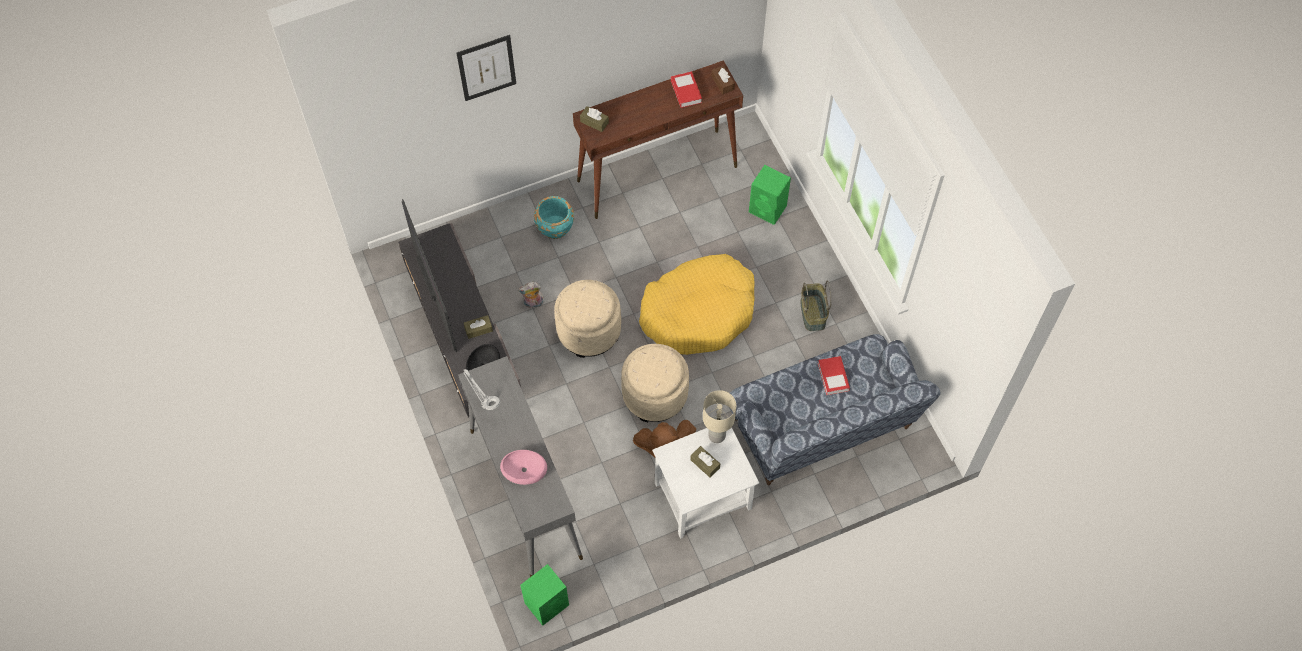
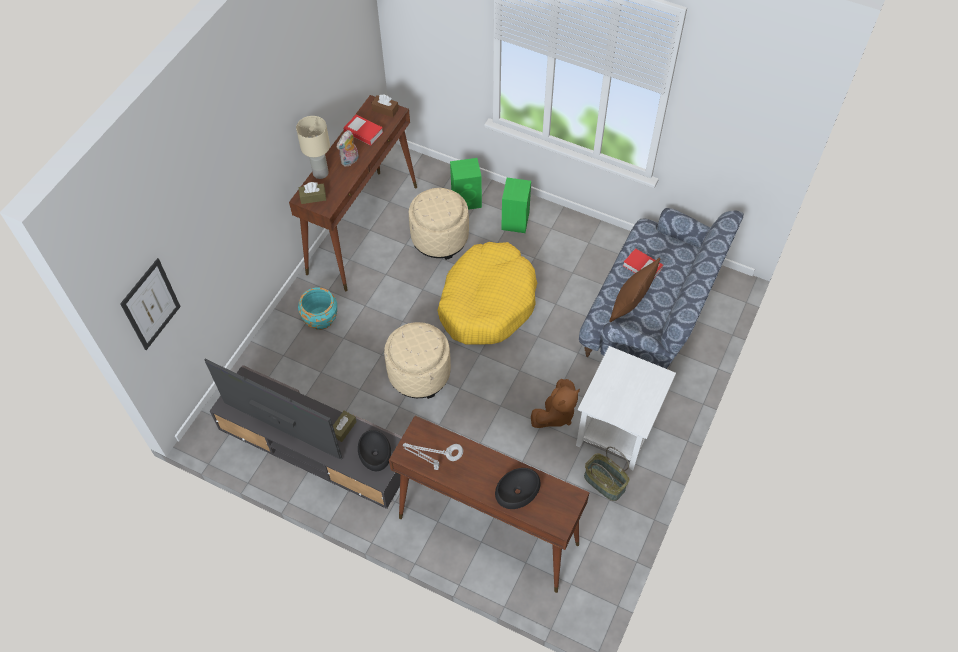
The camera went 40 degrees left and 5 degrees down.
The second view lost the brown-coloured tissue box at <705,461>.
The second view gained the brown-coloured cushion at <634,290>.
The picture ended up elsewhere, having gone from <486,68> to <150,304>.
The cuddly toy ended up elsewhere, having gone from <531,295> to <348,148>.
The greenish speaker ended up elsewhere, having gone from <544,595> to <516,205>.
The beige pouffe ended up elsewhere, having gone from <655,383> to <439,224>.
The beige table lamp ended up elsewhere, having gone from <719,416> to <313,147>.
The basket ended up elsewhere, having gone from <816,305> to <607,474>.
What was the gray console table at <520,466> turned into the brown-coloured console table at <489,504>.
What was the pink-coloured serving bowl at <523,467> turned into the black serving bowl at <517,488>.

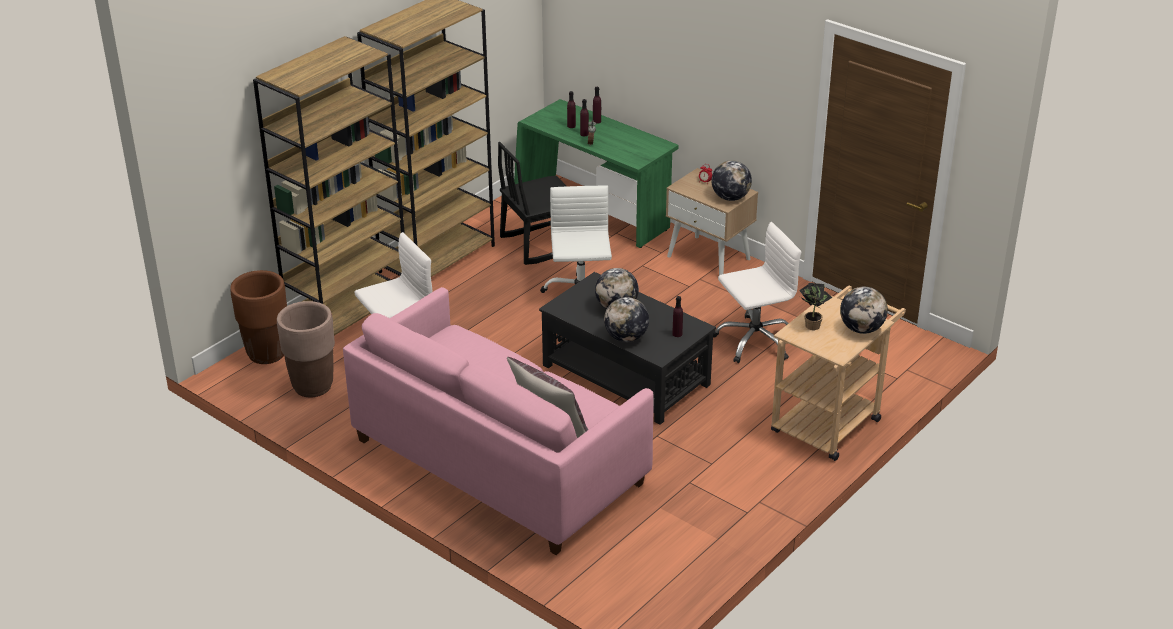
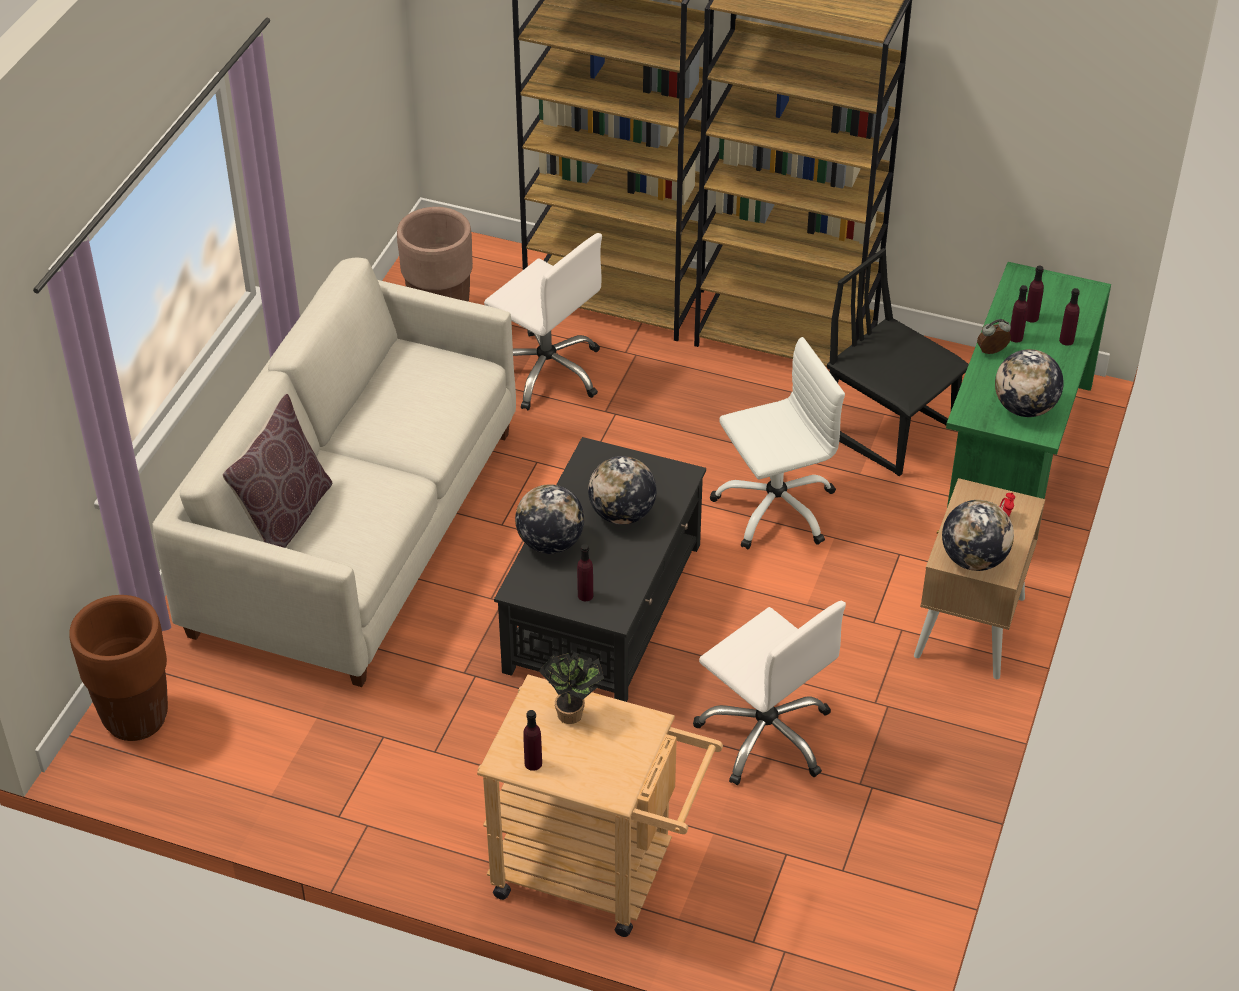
The camera went 70 degrees right and 10 degrees up.
The second view gained the purple-coloured beverage bottle at <532,740>.
The brown-coloured flower pot ended up elsewhere, having gone from <258,317> to <118,668>.
The world globe ended up elsewhere, having gone from <864,310> to <1029,383>.
What was the pink-coloured couch at <498,421> turned into the white couch at <334,472>.

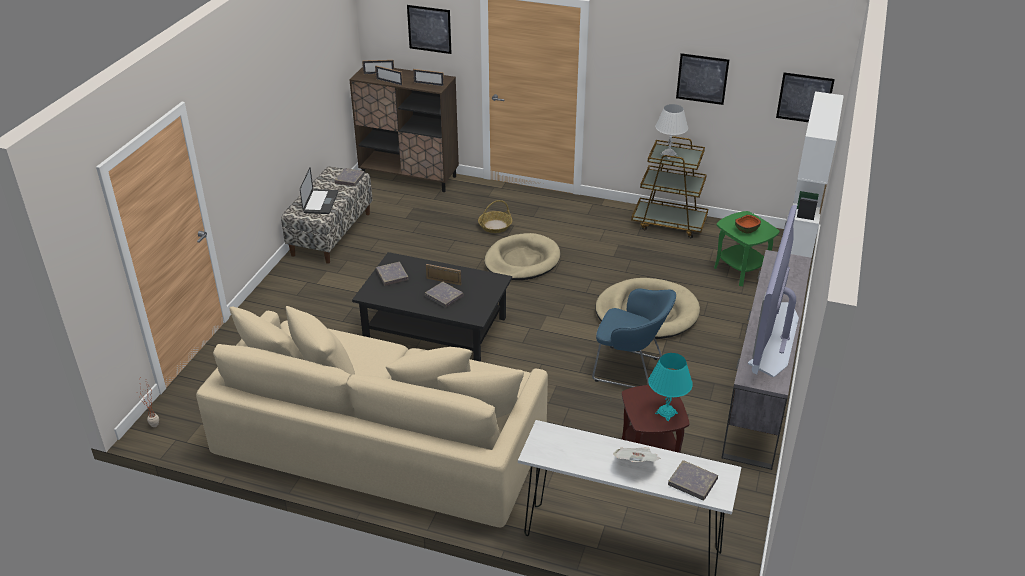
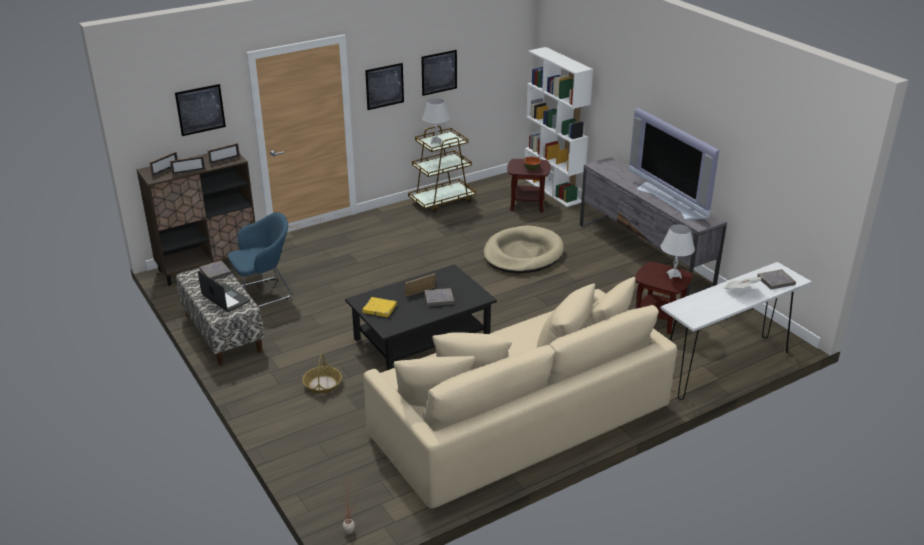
The camera went 50 degrees left and 5 degrees down.
The second view lost the beige dog bed at <522,256>.
The basket ended up elsewhere, having gone from <495,216> to <322,374>.
The bluish lounge chair ended up elsewhere, having gone from <634,338> to <259,259>.
The picture ended up elsewhere, having gone from <805,97> to <384,86>.
What was the gray volume at <392,274> turned into the yellow volume at <379,307>.
What was the blue-green table lamp at <670,387> turned into the white table lamp at <678,251>.
What was the greenish end table at <747,248> turned into the brown-coloured end table at <529,186>.

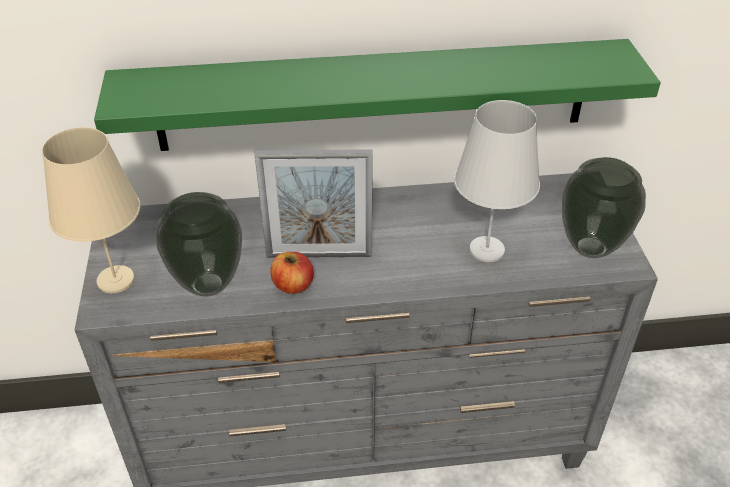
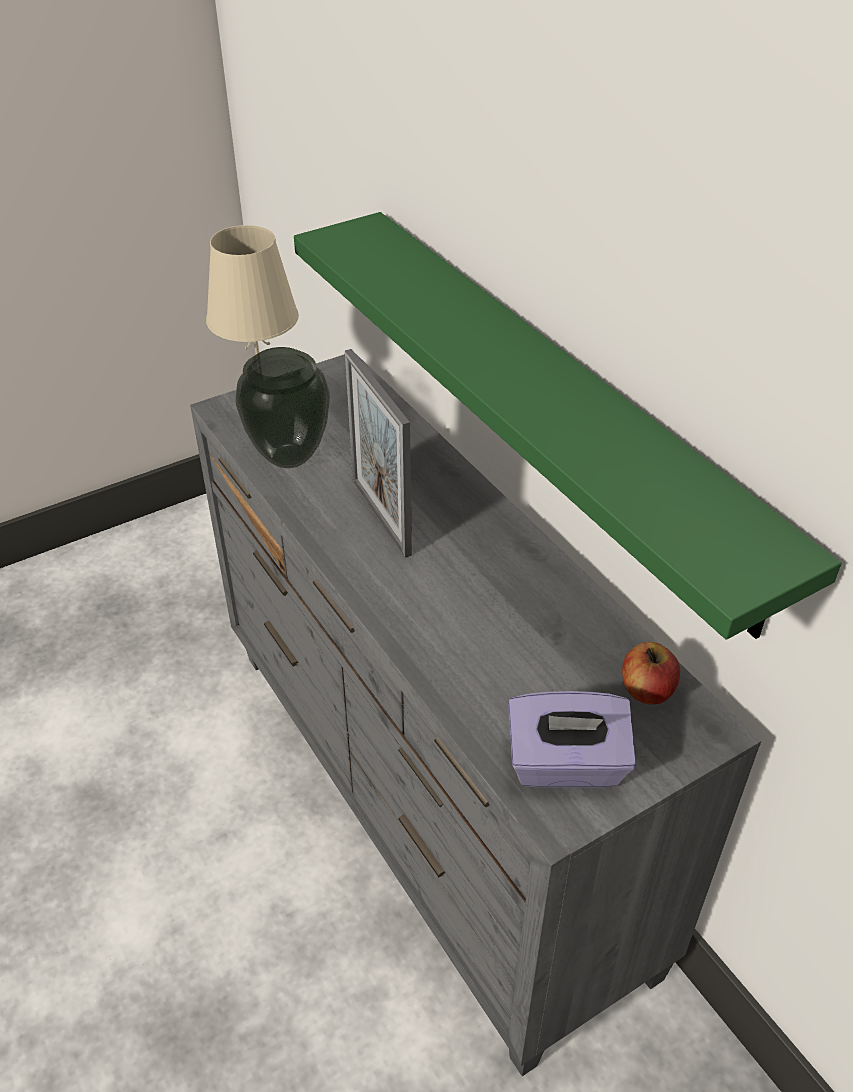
The camera went 65 degrees right and 0 degrees up.
The second view lost the white table lamp at <497,181>.
The apple ended up elsewhere, having gone from <292,273> to <651,673>.
Where the flower vase stood at <604,207>, the purple-coloured tissue box came to stand at <572,739>.

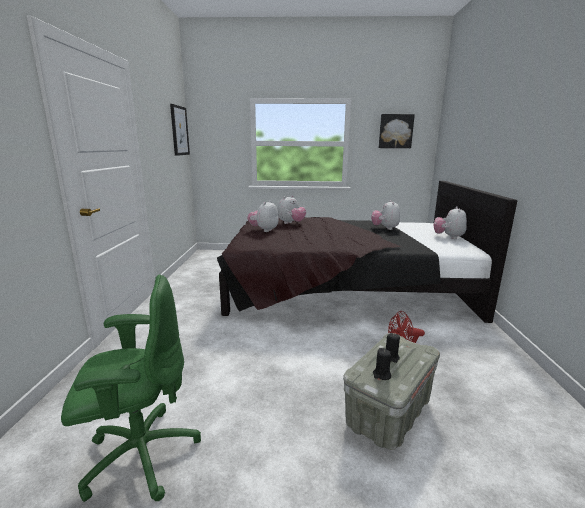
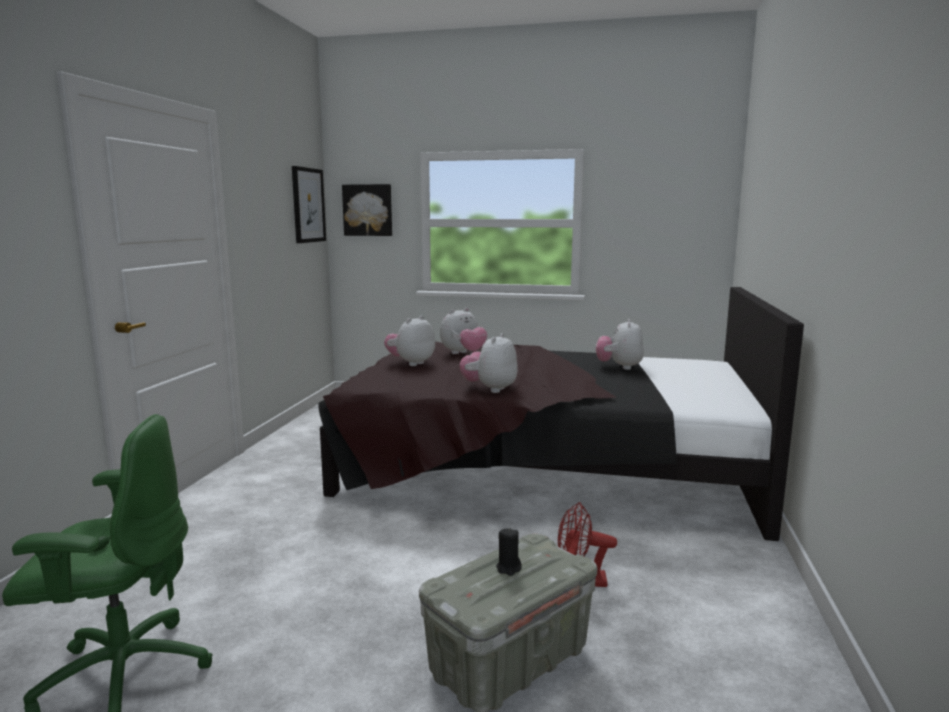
The camera went 10 degrees right and 5 degrees down.
The second view lost the black wax light at <382,364>.
The picture ended up elsewhere, having gone from <397,131> to <367,210>.
The cuddly toy ended up elsewhere, having gone from <450,222> to <488,363>.

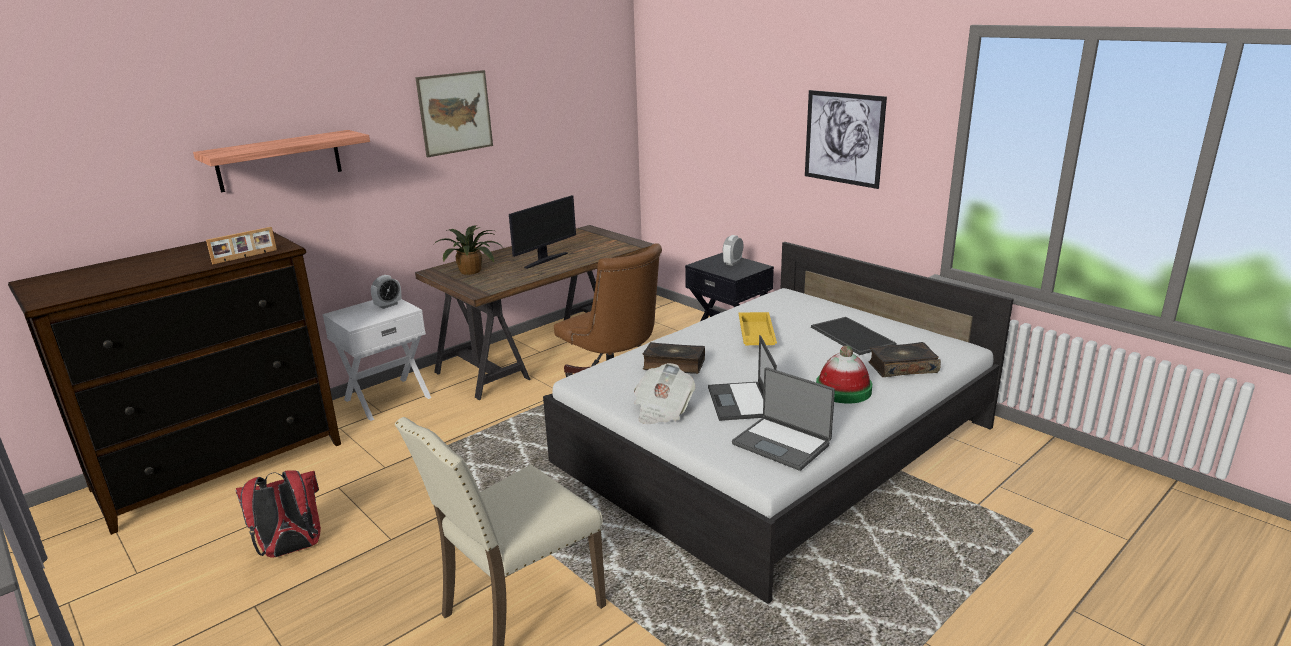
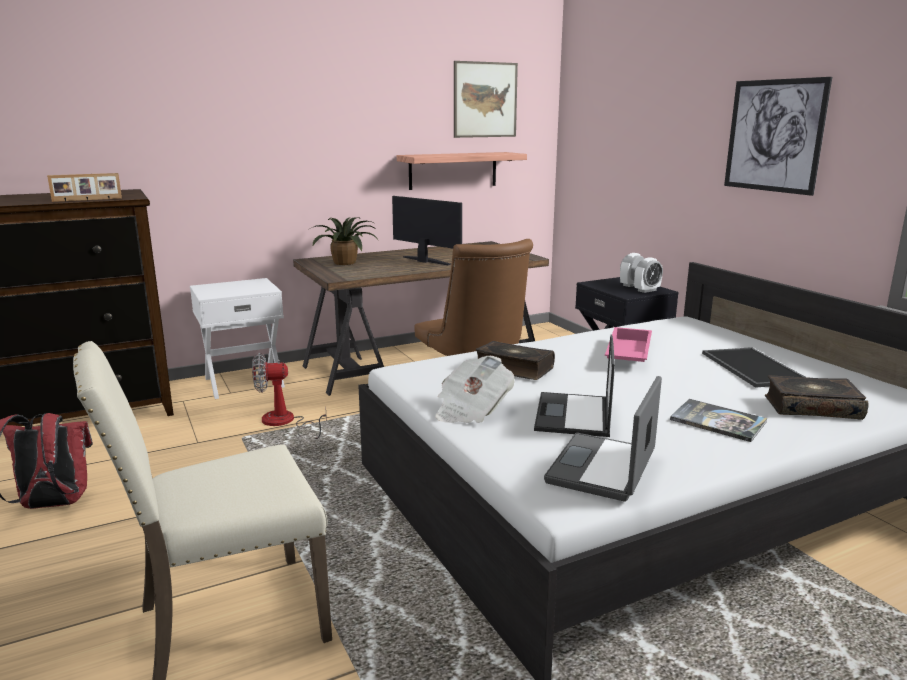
The camera went 15 degrees right and 5 degrees down.
The second view gained the cooling fan at <289,396>.
The shelf ended up elsewhere, having gone from <281,161> to <462,171>.
The table clock ended up elsewhere, having gone from <386,292> to <648,275>.
The picture ended up elsewhere, having gone from <454,113> to <486,99>.
Where the wearable hat stood at <844,375>, the volume came to stand at <718,420>.
What was the yellow serving tray at <757,328> turned into the pink-coloured serving tray at <628,344>.
The computer screen at <542,232> ended up facing another way, 105 degrees counterclockwise from before.
The notebook computer at <783,419> ended up facing another way, 60 degrees clockwise from before.

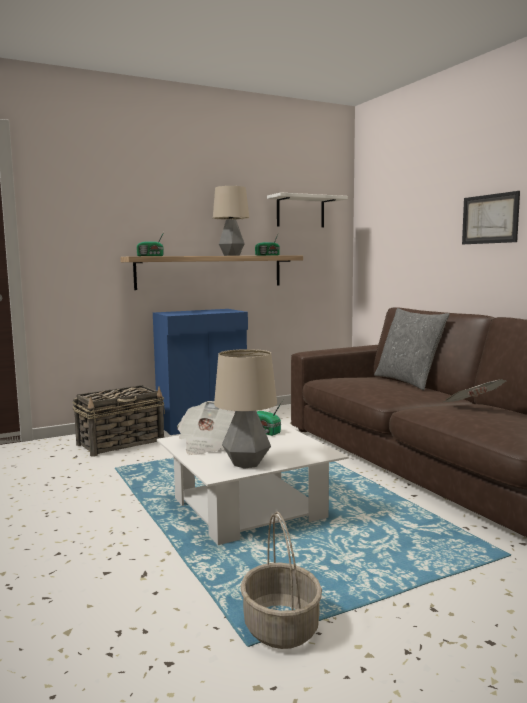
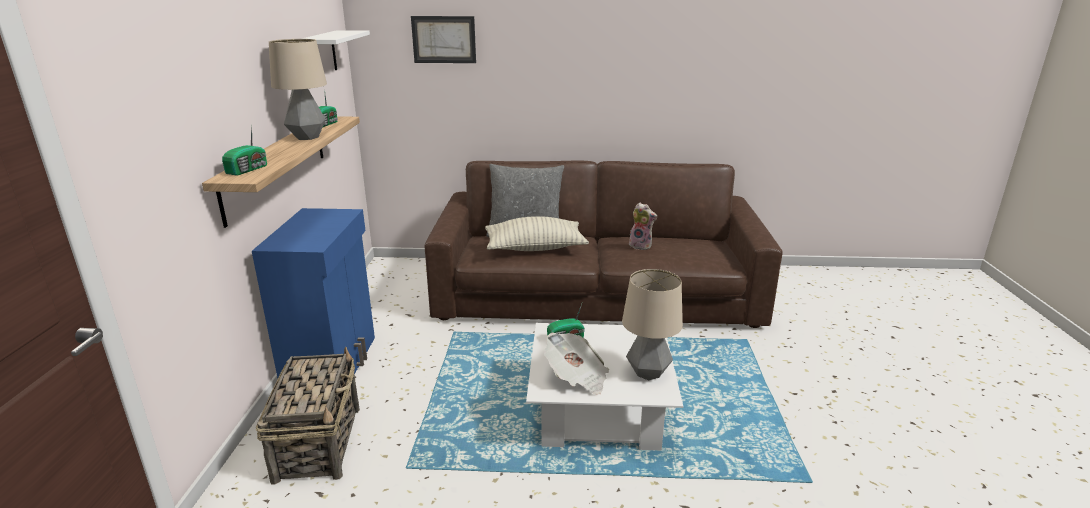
The camera went 60 degrees left and 15 degrees up.
The second view lost the basket at <281,580>.
The second view gained the cushion at <537,233>.
The picture ended up elsewhere, having gone from <491,217> to <443,39>.
Where the printed paper stood at <475,390>, the cuddly toy came to stand at <643,226>.

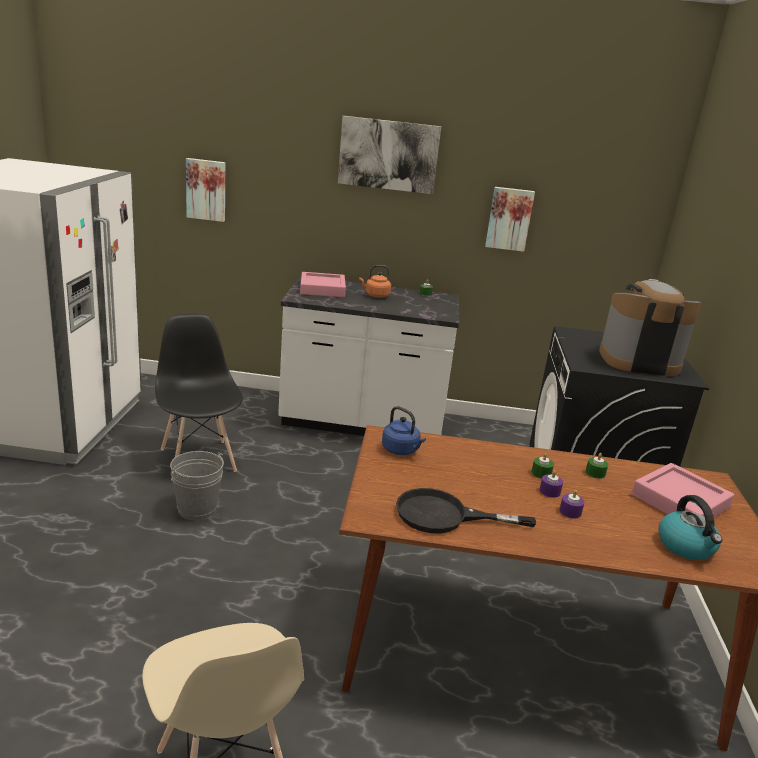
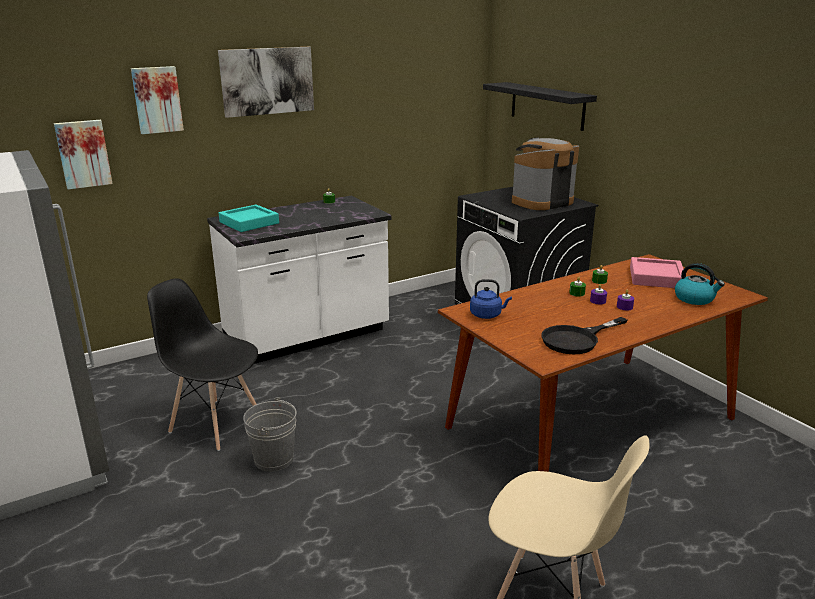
The camera went 35 degrees left and 0 degrees up.
The second view lost the orange water kettle at <375,281>.
The second view gained the black shelf at <540,106>.
The picture ended up elsewhere, having gone from <510,219> to <157,100>.
What was the pink-coloured serving tray at <323,284> turned into the blue-green serving tray at <249,218>.

